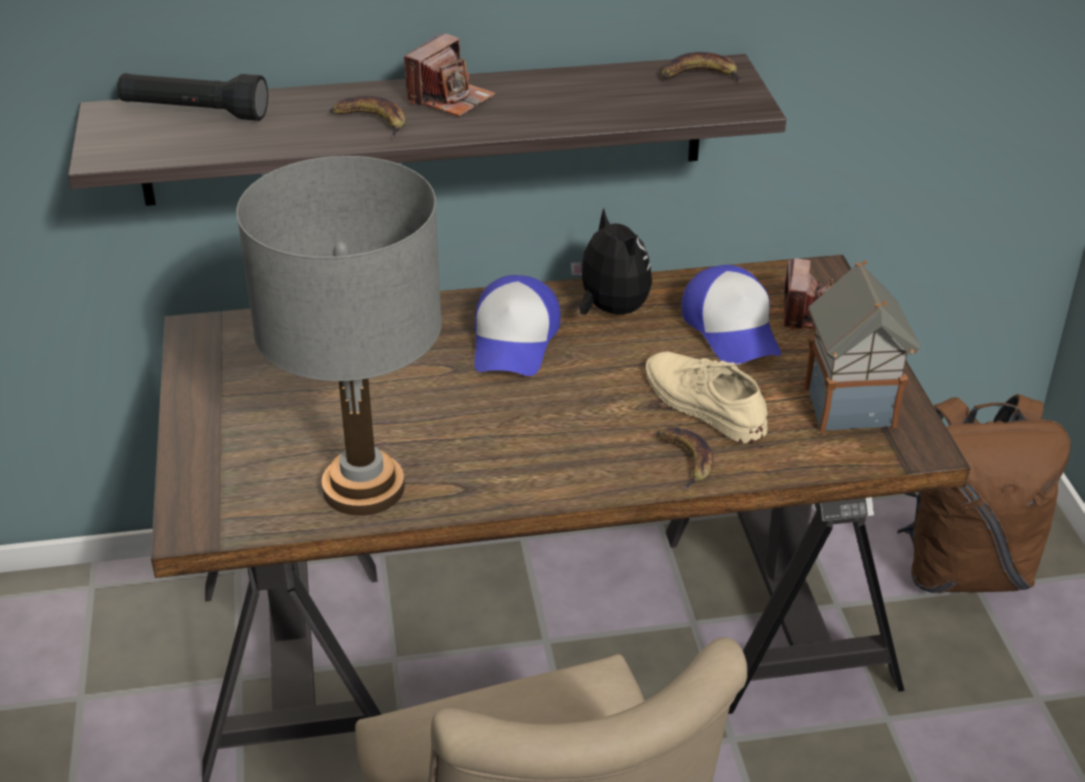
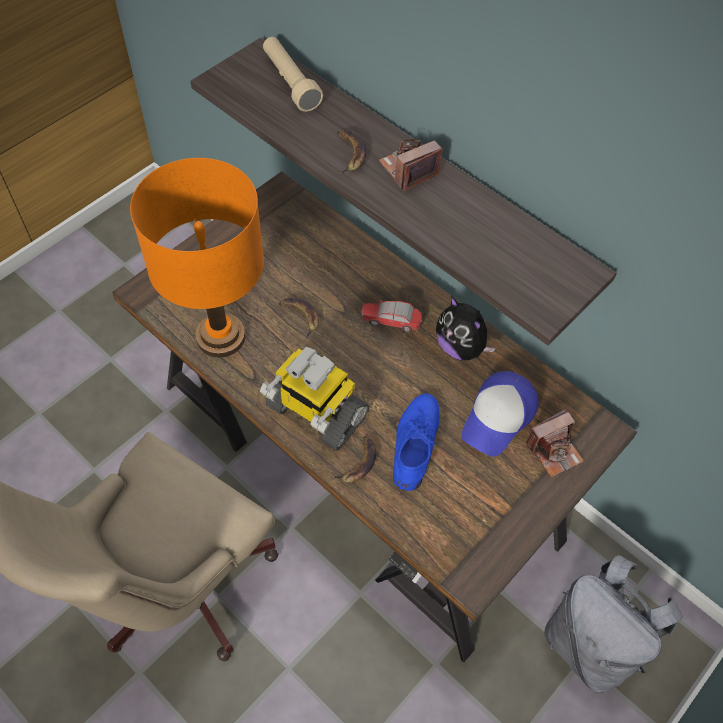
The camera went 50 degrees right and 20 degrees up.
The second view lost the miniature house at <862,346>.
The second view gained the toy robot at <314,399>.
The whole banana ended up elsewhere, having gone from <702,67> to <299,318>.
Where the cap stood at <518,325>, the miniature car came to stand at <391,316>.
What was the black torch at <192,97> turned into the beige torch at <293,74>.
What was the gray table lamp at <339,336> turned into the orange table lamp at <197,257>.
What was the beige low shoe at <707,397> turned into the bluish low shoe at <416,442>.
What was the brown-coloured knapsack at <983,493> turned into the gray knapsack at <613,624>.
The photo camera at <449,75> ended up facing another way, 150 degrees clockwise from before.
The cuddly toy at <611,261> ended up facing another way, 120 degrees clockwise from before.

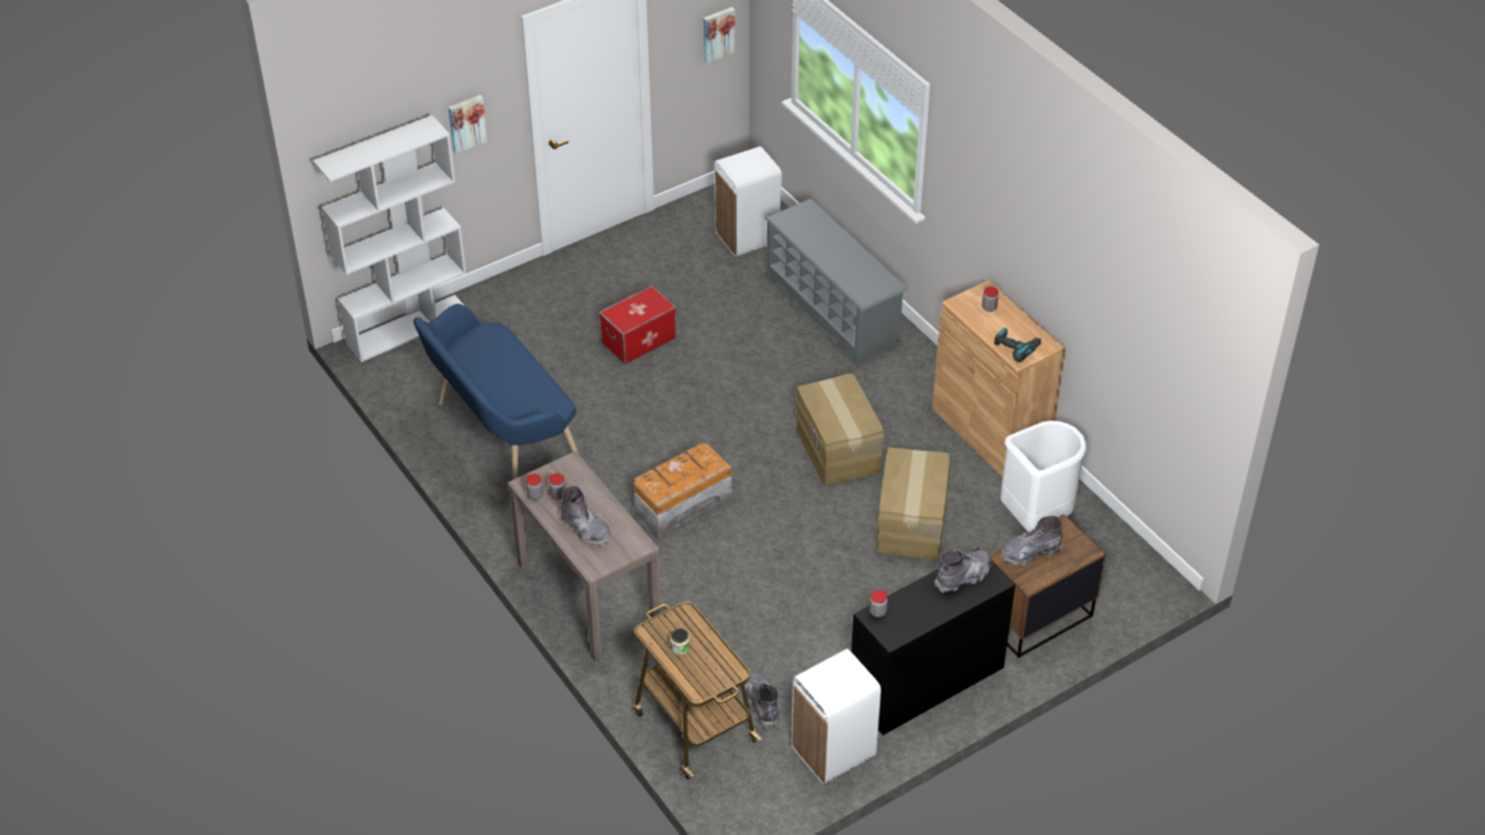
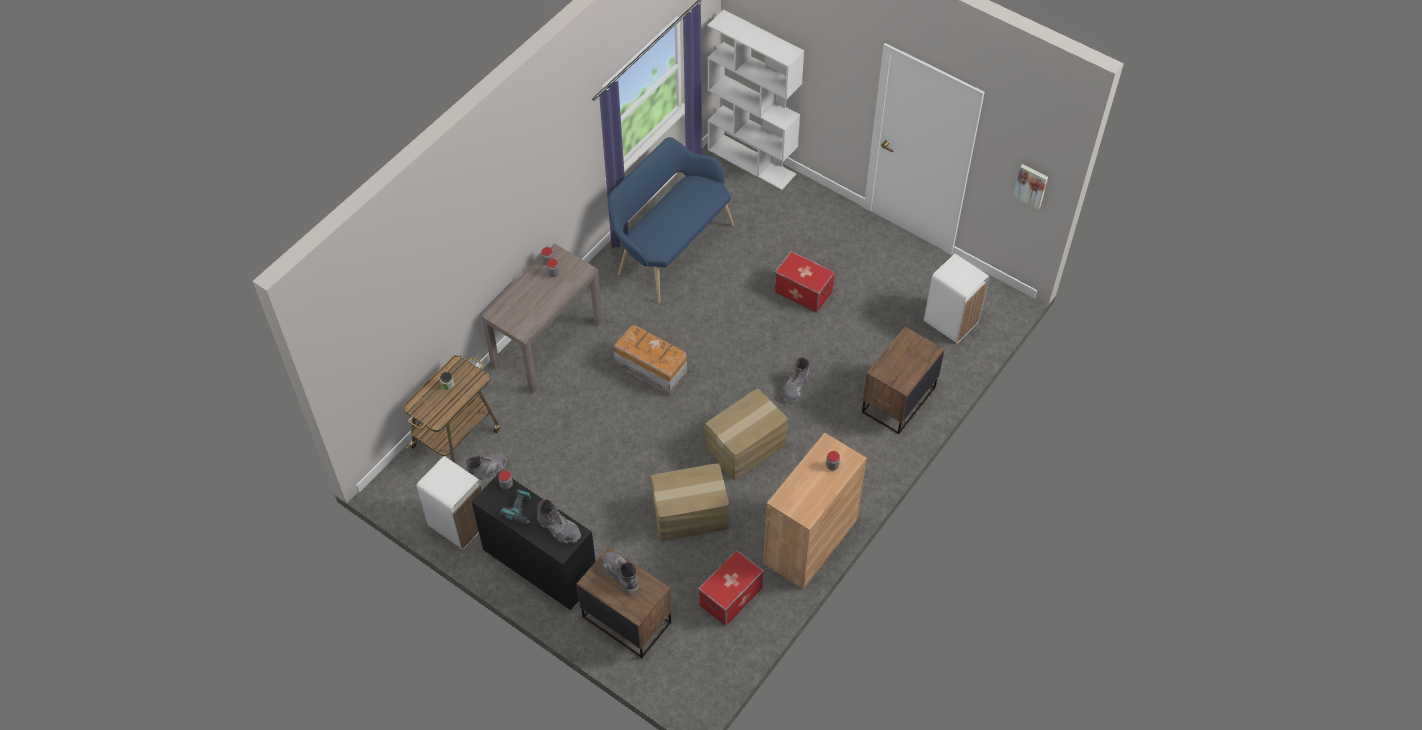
The camera went 70 degrees right and 10 degrees up.
The second view lost the picture at <468,124>.
The gray boot ended up elsewhere, having gone from <586,516> to <796,380>.
The drill ended up elsewhere, having gone from <1018,345> to <515,507>.
Where the gray shoe shelf stood at <836,281>, the brown-coloured nightstand came to stand at <903,380>.
Where the white waste bin stood at <1043,476>, the storage bin came to stand at <731,588>.

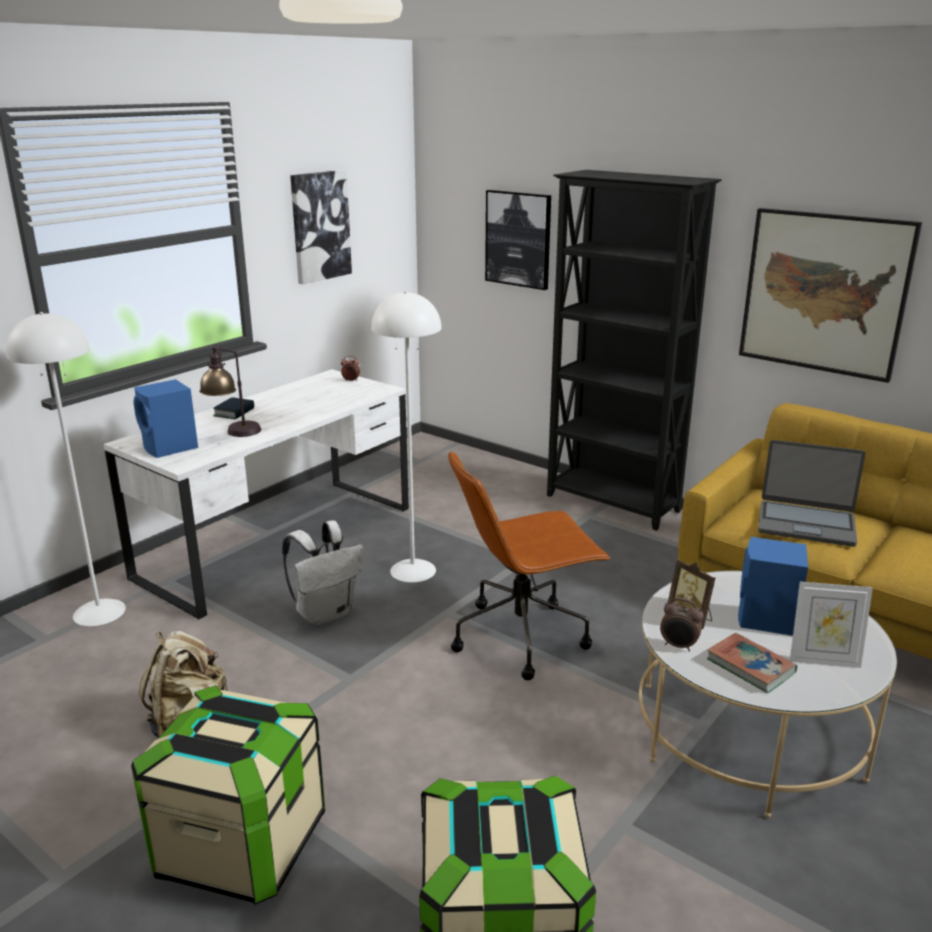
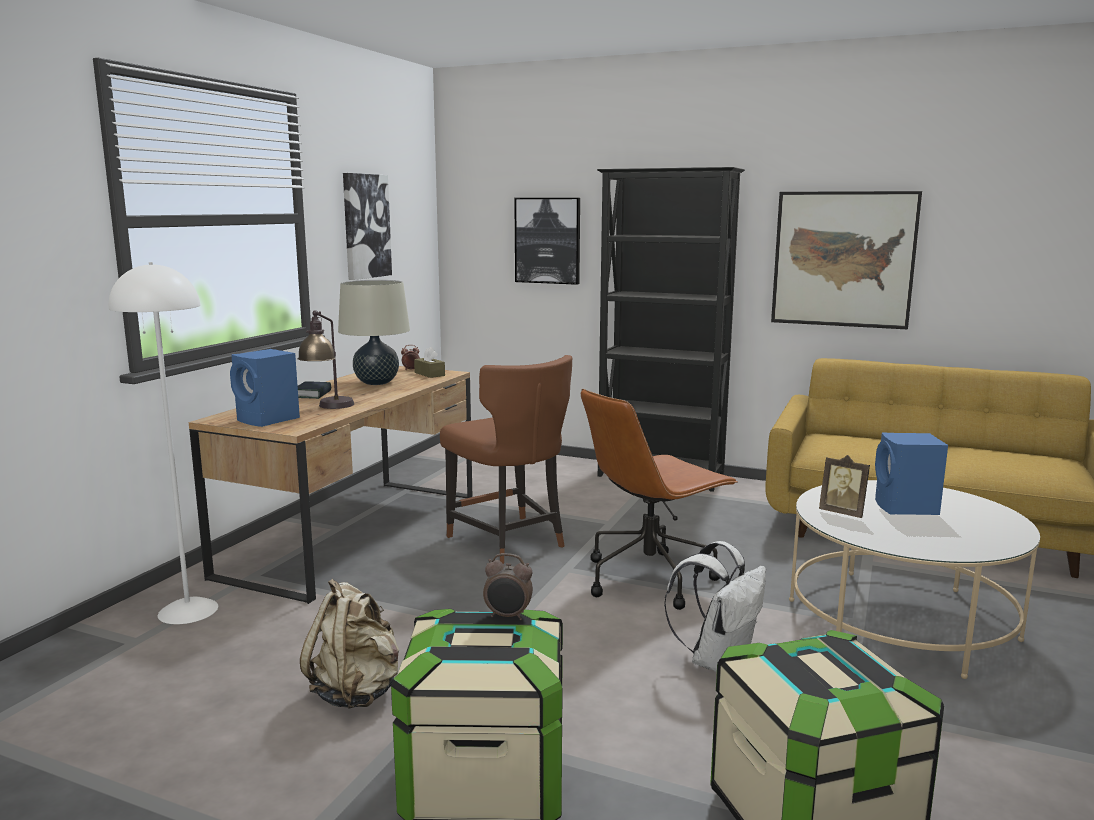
The camera went 15 degrees left and 10 degrees down.
The second view lost the volume at <752,663>.
The second view lost the notebook computer at <812,493>.
The second view lost the standing frame at <831,625>.
The second view gained the beige table lamp at <374,332>.
The second view gained the brown-coloured tissue box at <429,362>.
The white knapsack ended up elsewhere, having gone from <323,573> to <715,607>.
The table clock ended up elsewhere, having gone from <681,625> to <508,586>.
Where the white standing lamp stood at <406,436>, the brown-coloured upright chair came to stand at <506,459>.
What was the white desk at <256,494> turned into the brown-coloured desk at <330,485>.

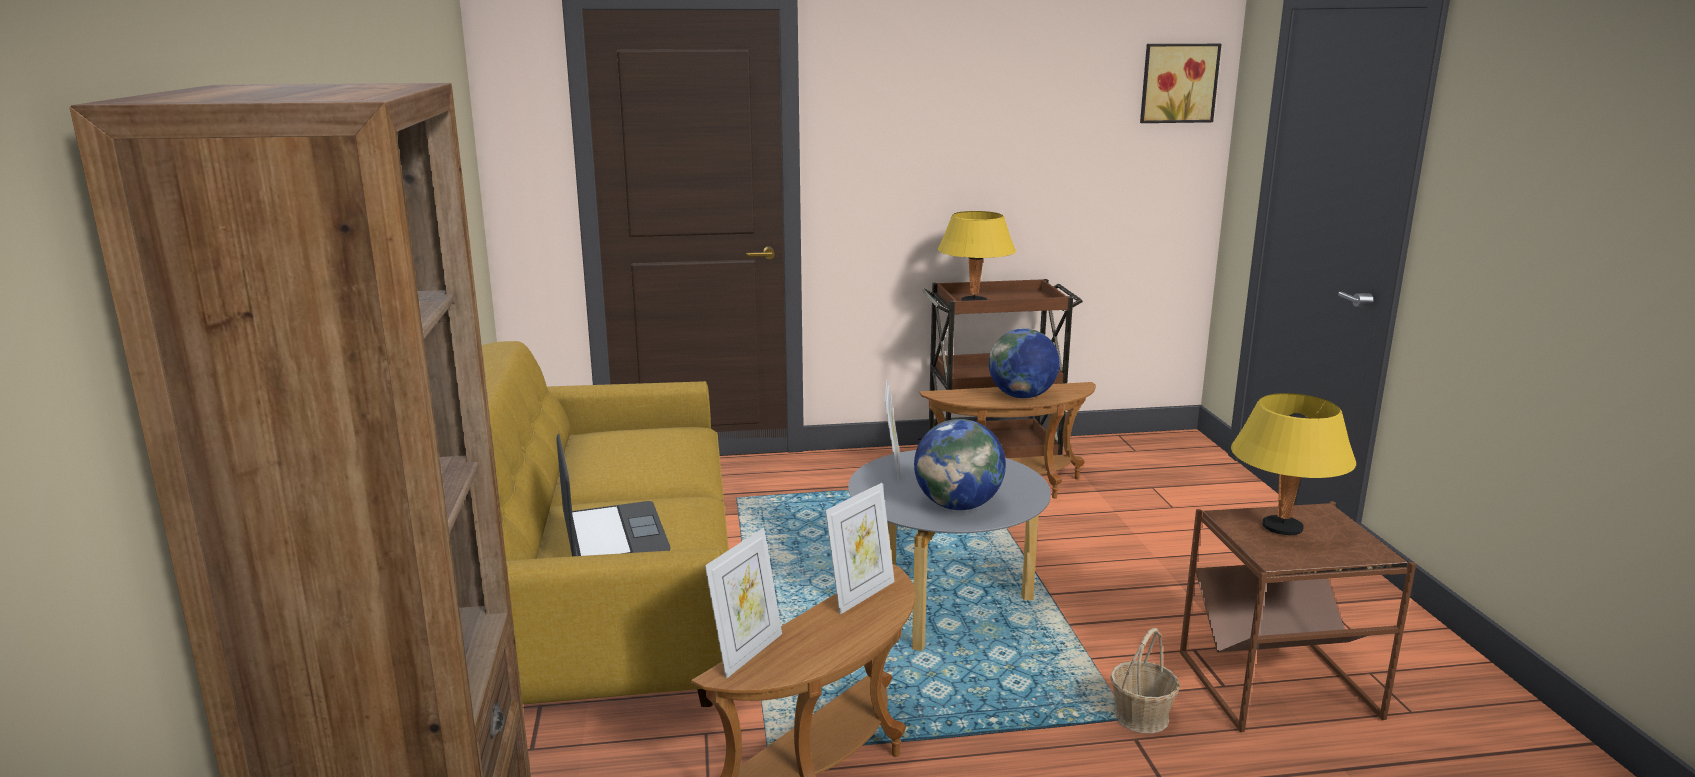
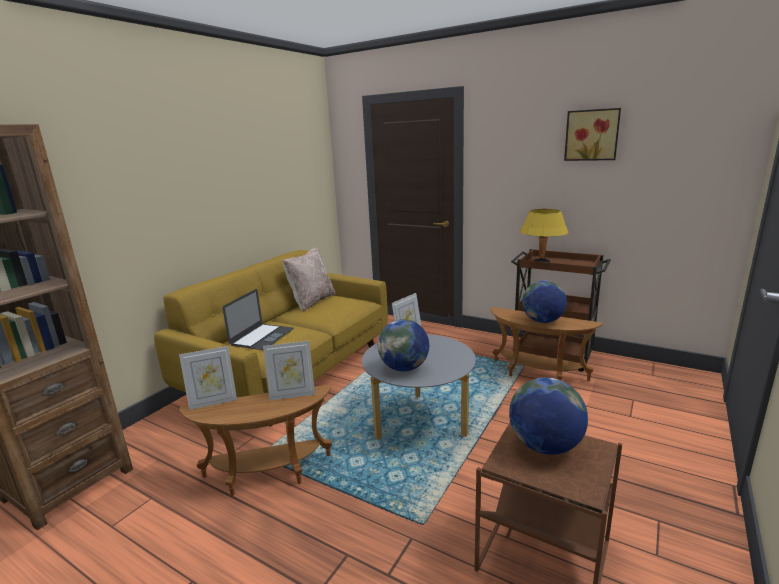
The camera went 40 degrees right and 0 degrees up.
The second view lost the basket at <1145,680>.
The second view gained the beige cushion at <309,280>.
The picture ended up elsewhere, having gone from <1180,83> to <592,134>.
Where the yellow table lamp stood at <1293,464>, the world globe came to stand at <548,416>.

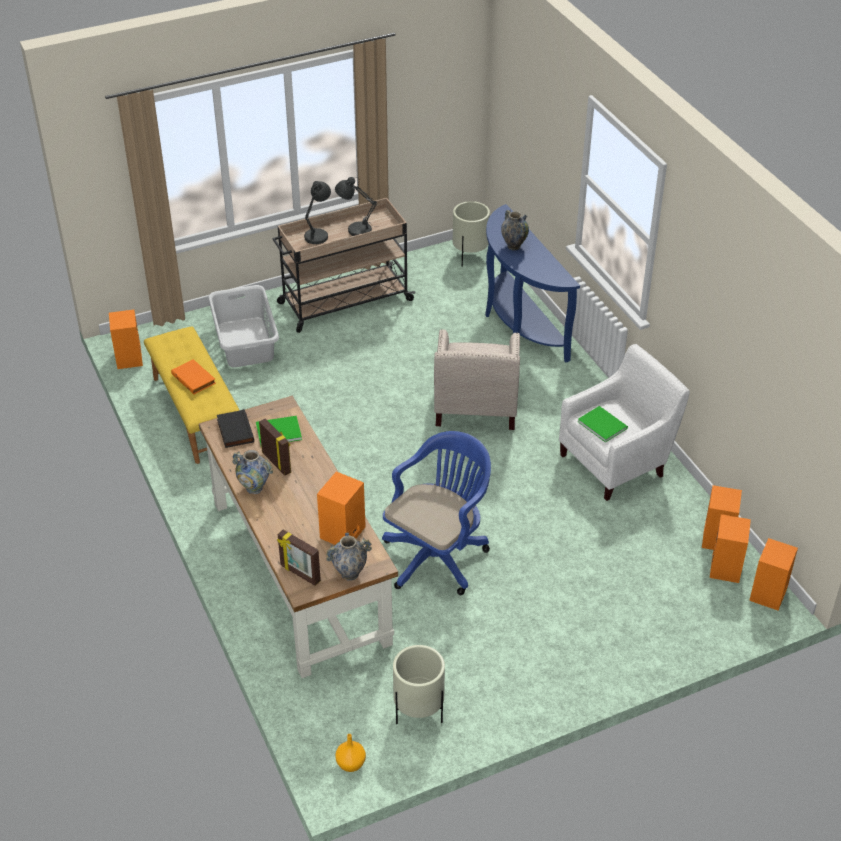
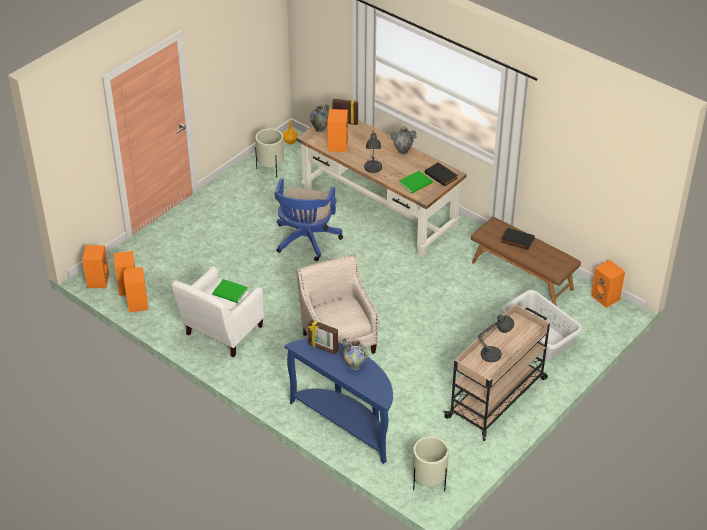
The camera went 155 degrees right and 0 degrees up.
The standing frame ended up elsewhere, having gone from <275,447> to <323,337>.
The gray table lamp ended up elsewhere, having gone from <317,212> to <373,152>.
What was the yellow bench at <192,395> turned into the brown-coloured bench at <526,261>.
What was the orange volume at <193,376> turned into the black volume at <518,239>.

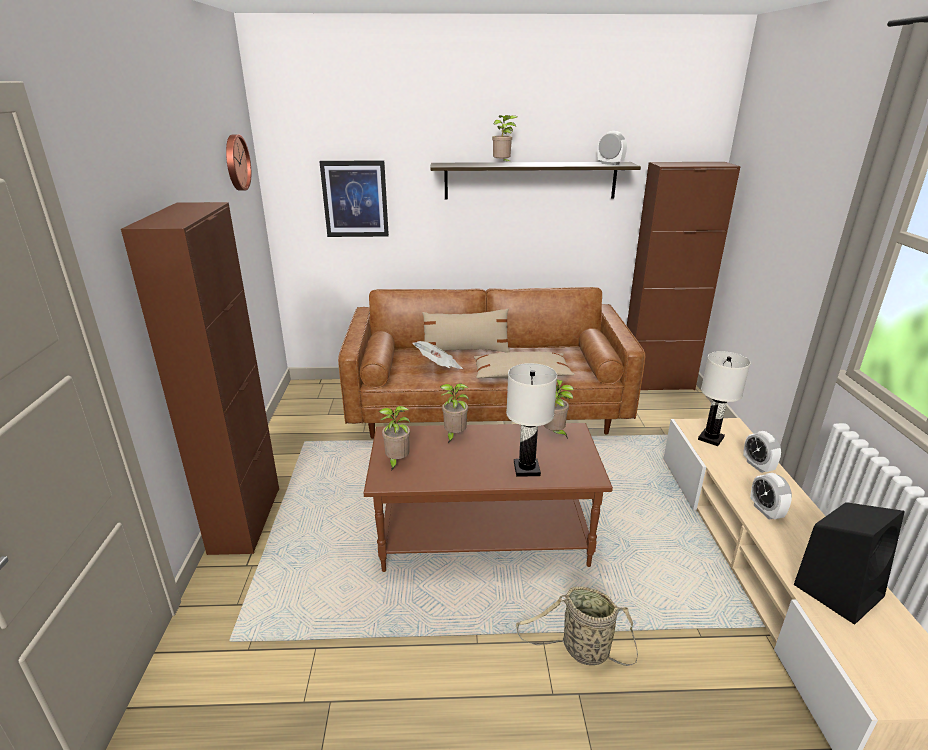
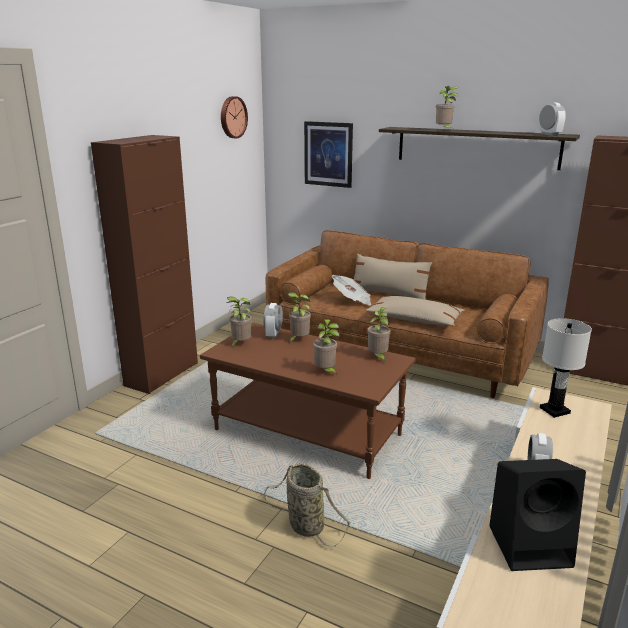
The camera went 30 degrees right and 5 degrees down.
The table clock ended up elsewhere, having gone from <762,452> to <273,320>.
Where the white table lamp stood at <531,420>, the plant in a pot came to stand at <326,347>.

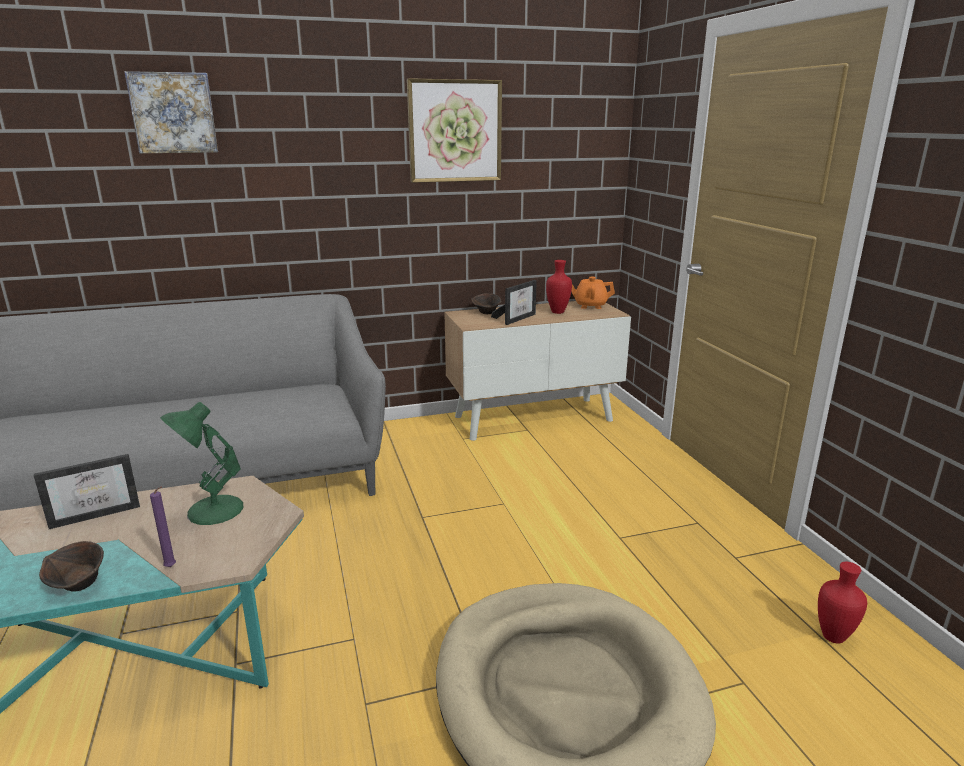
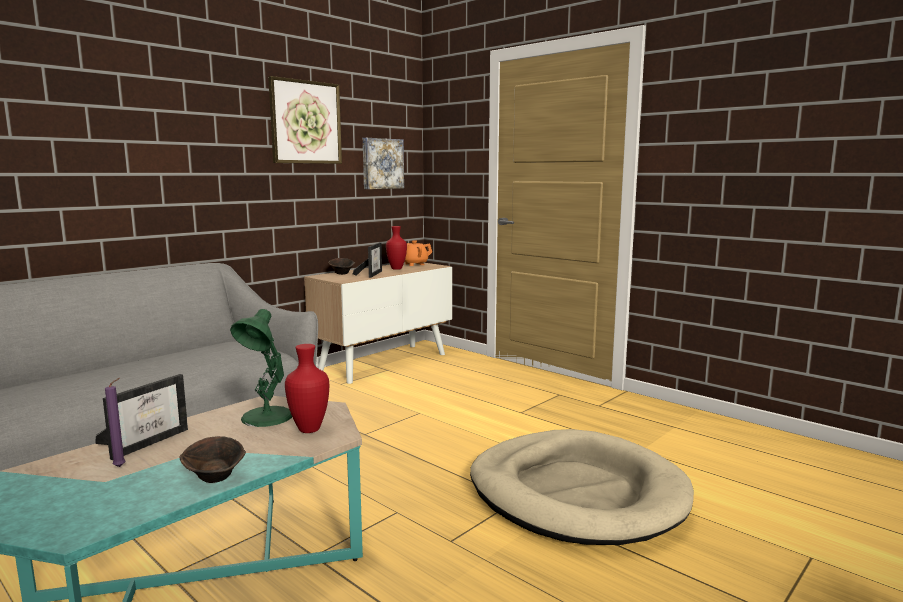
The camera went 30 degrees left and 10 degrees down.
The picture ended up elsewhere, having gone from <171,112> to <383,163>.
The purple-coloured wax light ended up elsewhere, having gone from <163,527> to <115,422>.
The reddish flower vase ended up elsewhere, having gone from <842,603> to <307,388>.

